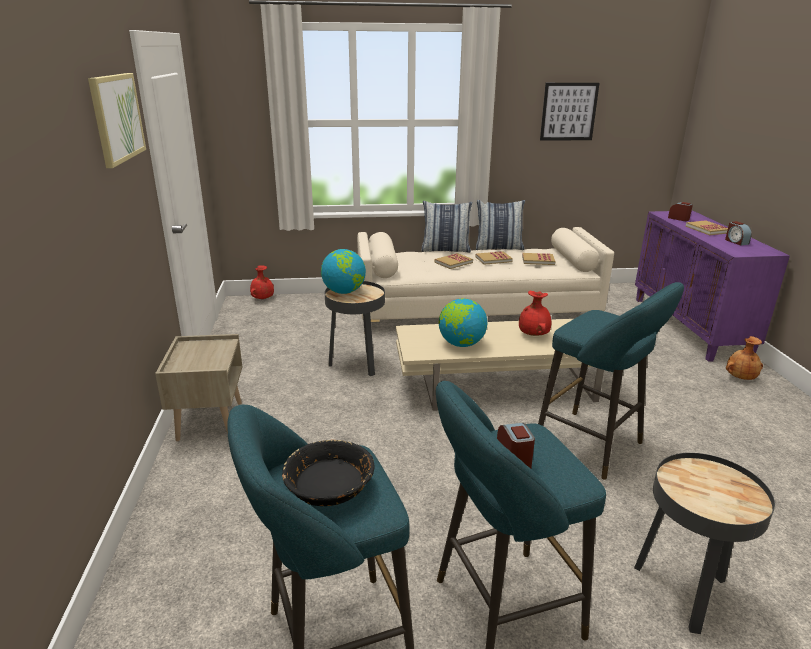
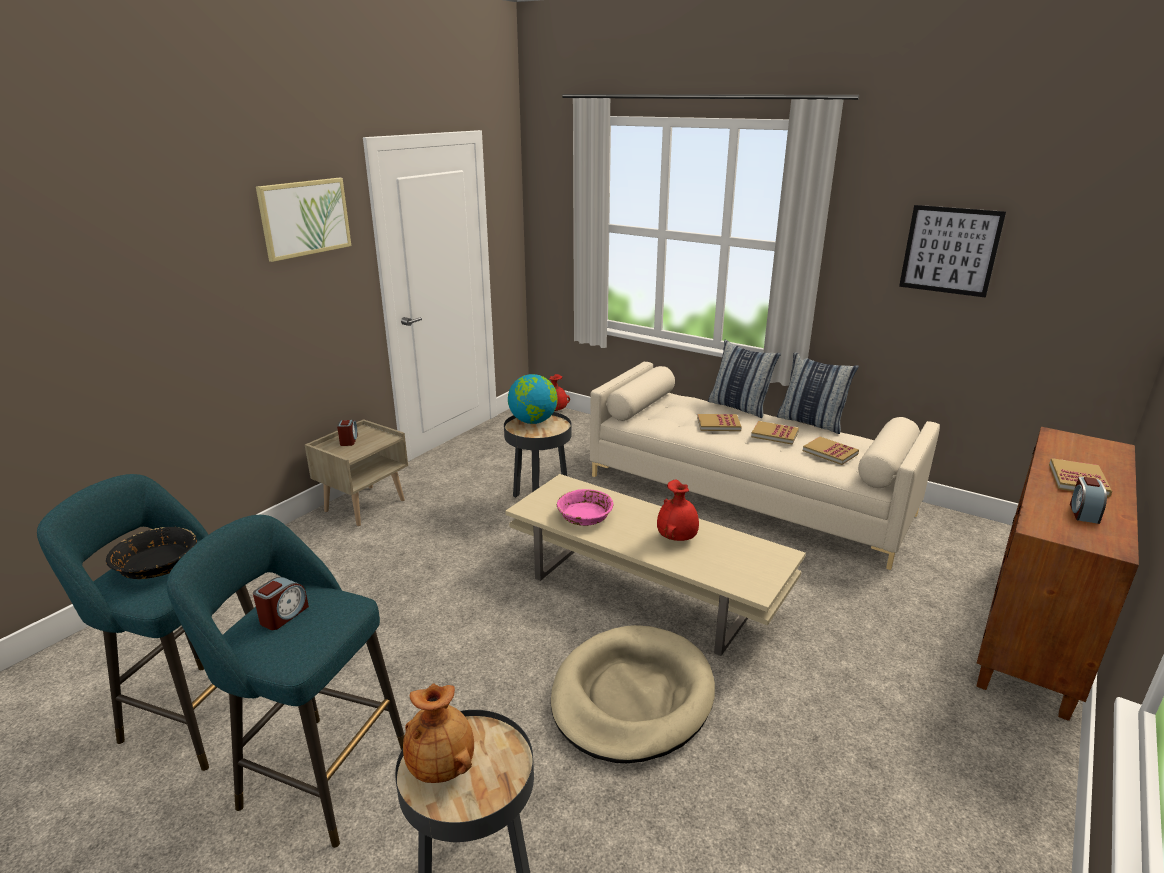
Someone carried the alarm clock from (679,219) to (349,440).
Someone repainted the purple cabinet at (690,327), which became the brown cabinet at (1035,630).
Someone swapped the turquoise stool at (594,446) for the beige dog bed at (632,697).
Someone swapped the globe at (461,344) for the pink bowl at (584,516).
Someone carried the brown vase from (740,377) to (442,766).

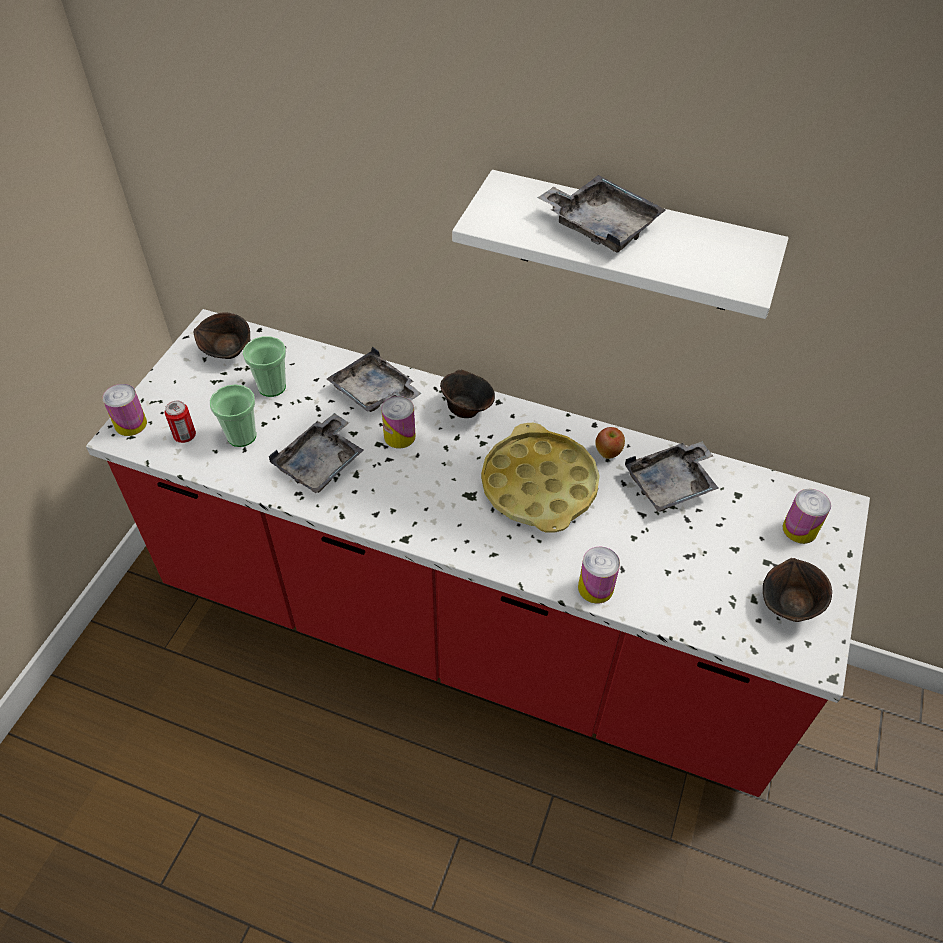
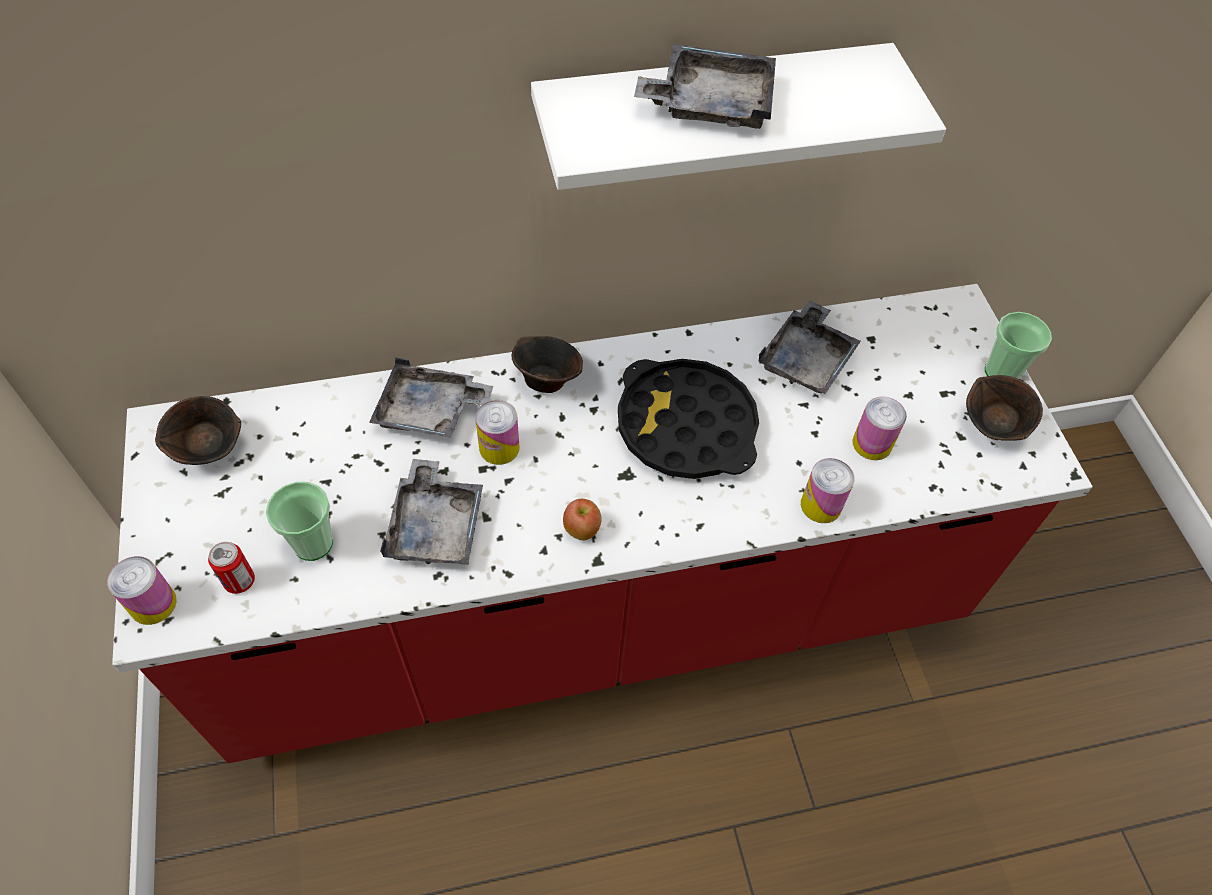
Someone carried the cup from (272,387) to (1001,372).
Someone repainted the yellow tray at (539,485), which became the black tray at (686,427).
Someone carried the apple from (608,452) to (582,529).
Someone carried the can from (799,529) to (872,443).

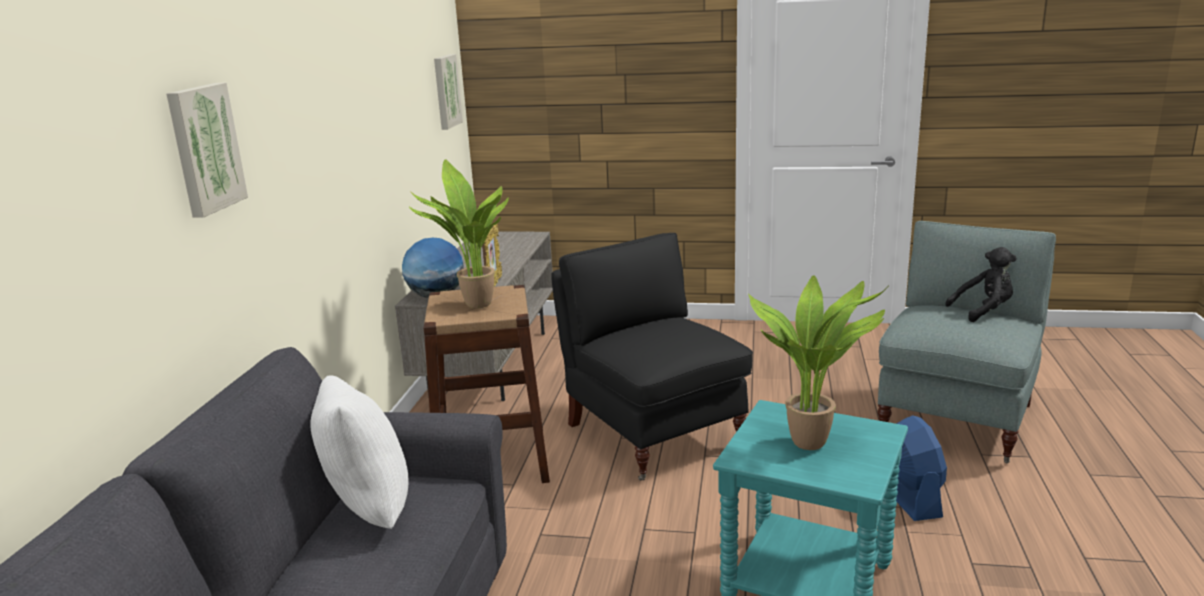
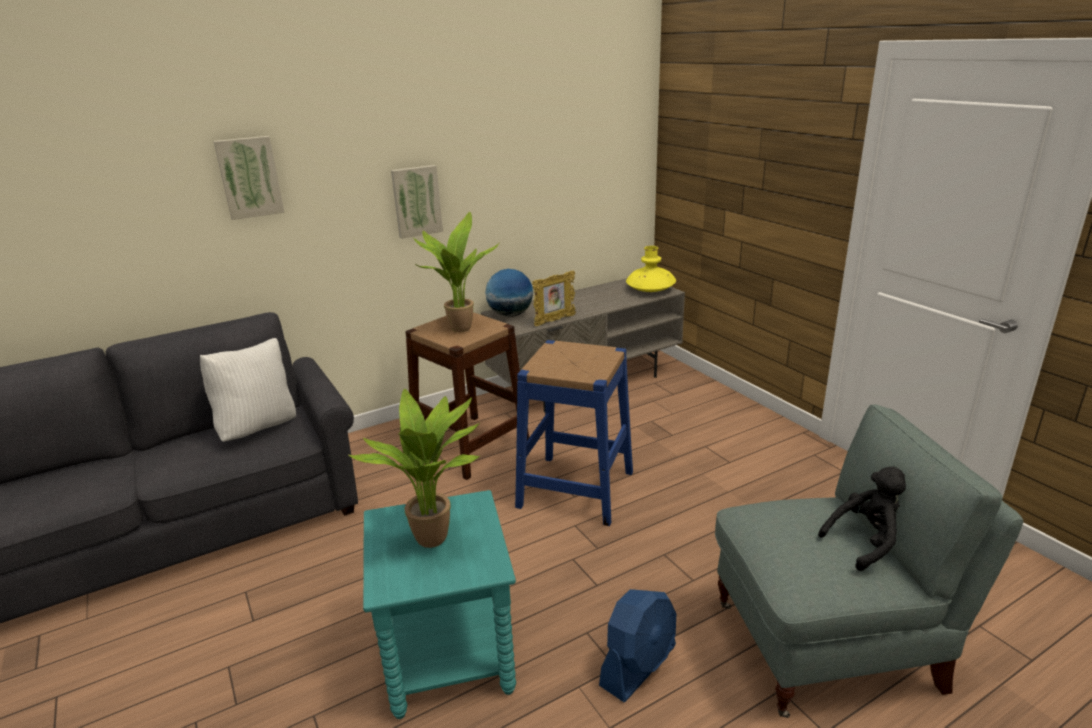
Someone carried the picture from (445,91) to (416,201).
Someone swapped the black armchair at (653,434) for the blue stool at (576,489).
Someone rotated the black plush toy at (983,311) by 60 degrees counterclockwise.
Someone put down the yellow vase at (650,289).

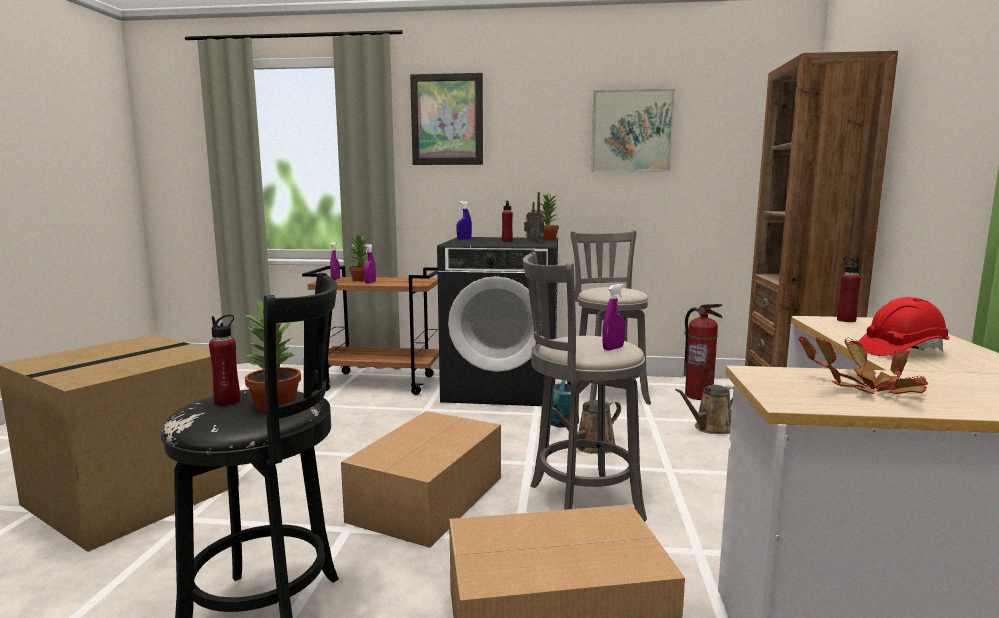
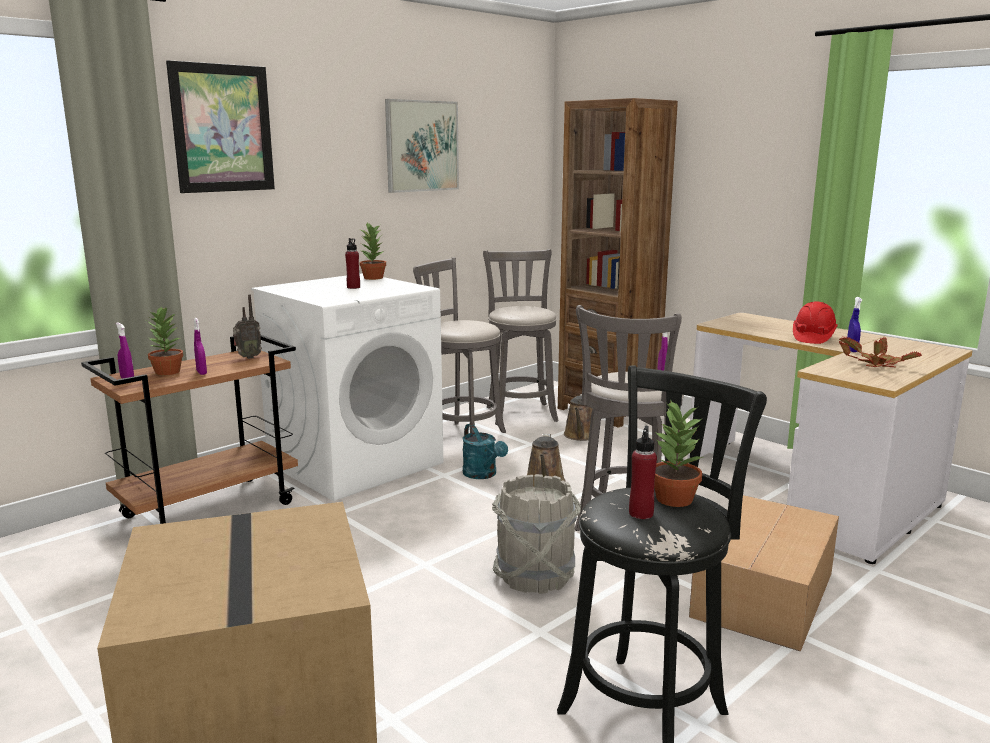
Someone carried the radio from (534,242) to (248,357).
Someone carried the blue spray bottle from (464,239) to (851,350).
Someone repainted the black washing machine at (503,387), which became the white washing machine at (356,463).
Someone took away the red bottle at (846,320).
Someone swapped the fire extinguisher at (698,396) for the grey stool at (520,412).
Someone swapped the cardboard box at (430,497) for the grey bucket at (535,576).

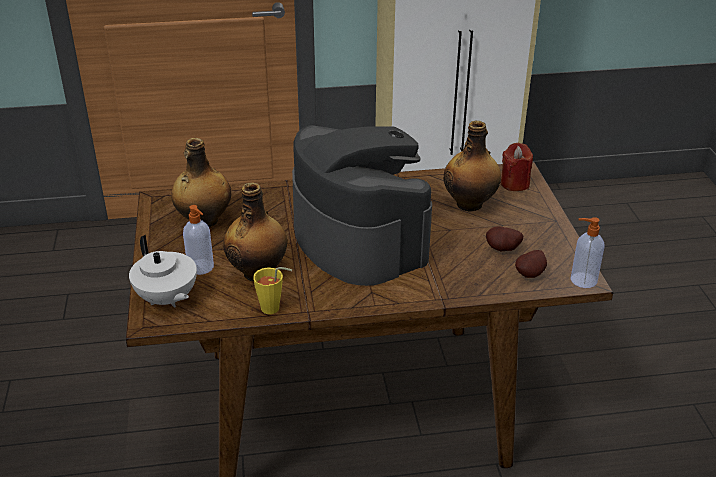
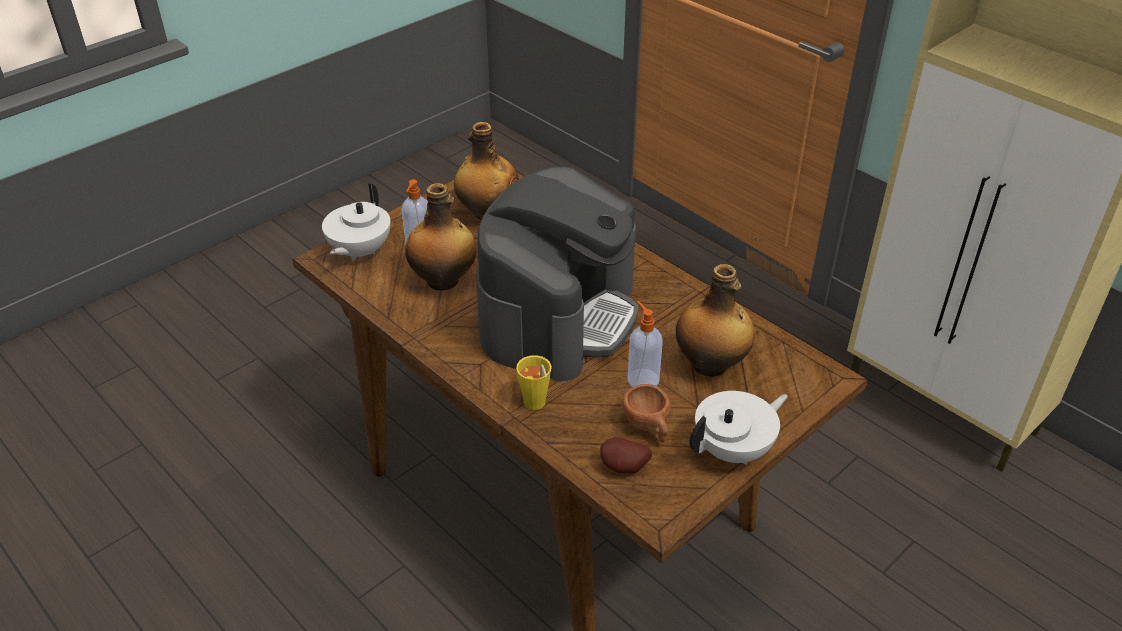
Someone took away the red candle at (514,183).
Someone carried the soap dispenser from (582,280) to (642,379).
Someone swapped the potato at (503,250) for the brown cup at (648,427).
Someone carried the yellow cup from (274,309) to (535,406).
Someone put down the white teapot at (734,450).

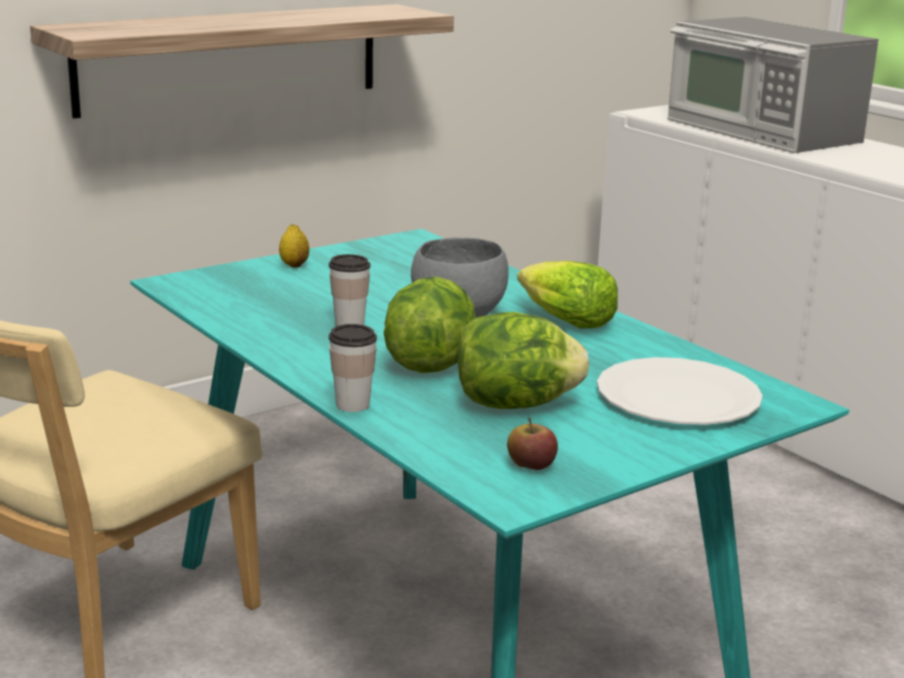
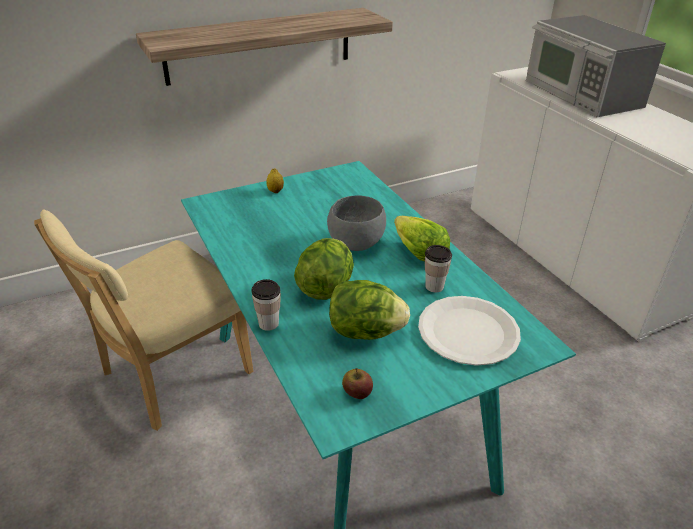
Someone carried the cup from (349,324) to (434,286).

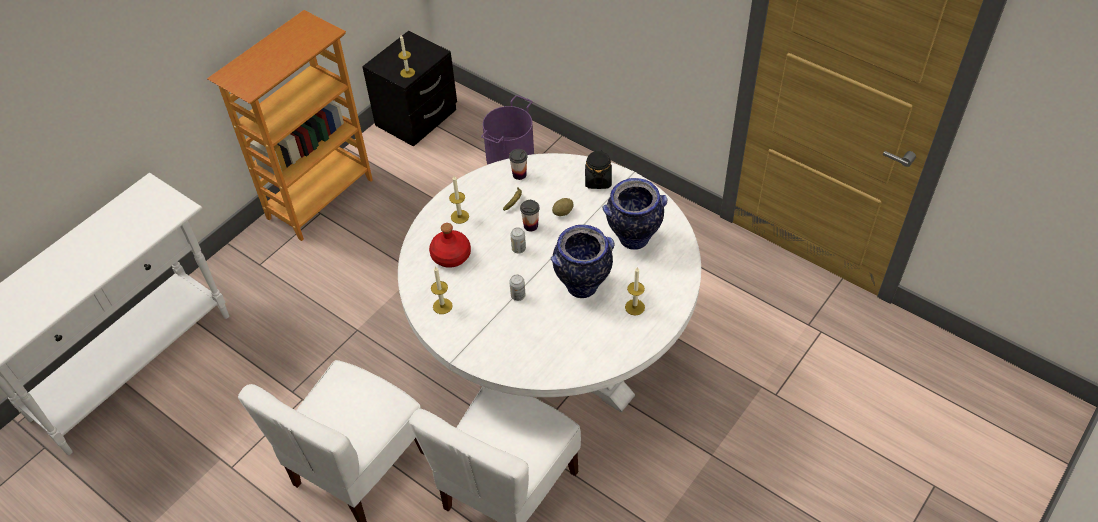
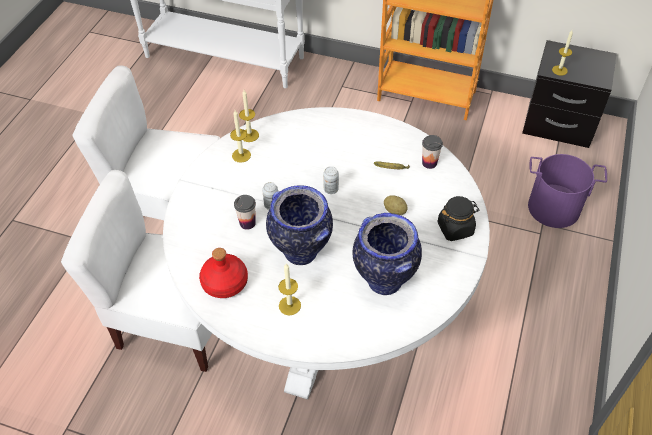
Someone carried the candle from (459,216) to (249,135).
Someone carried the cup from (530,226) to (247,223).
Someone carried the red bottle from (450,256) to (224,283).

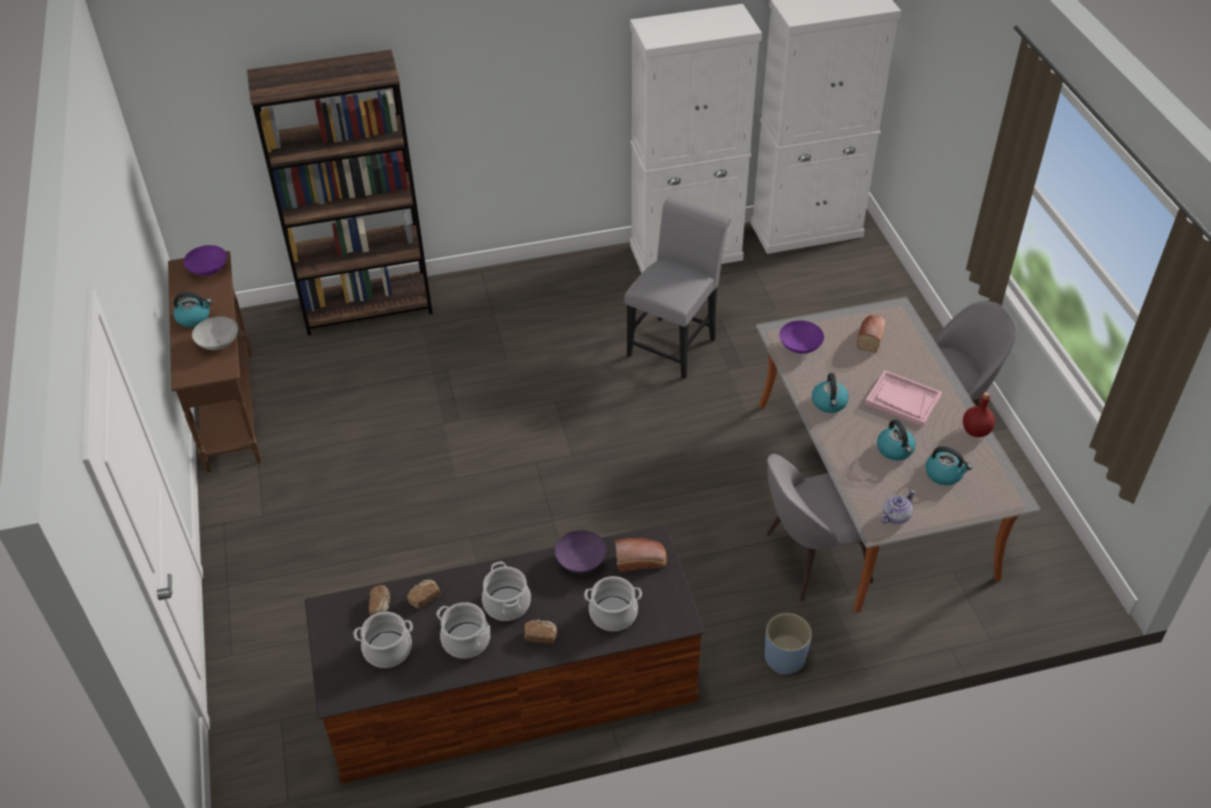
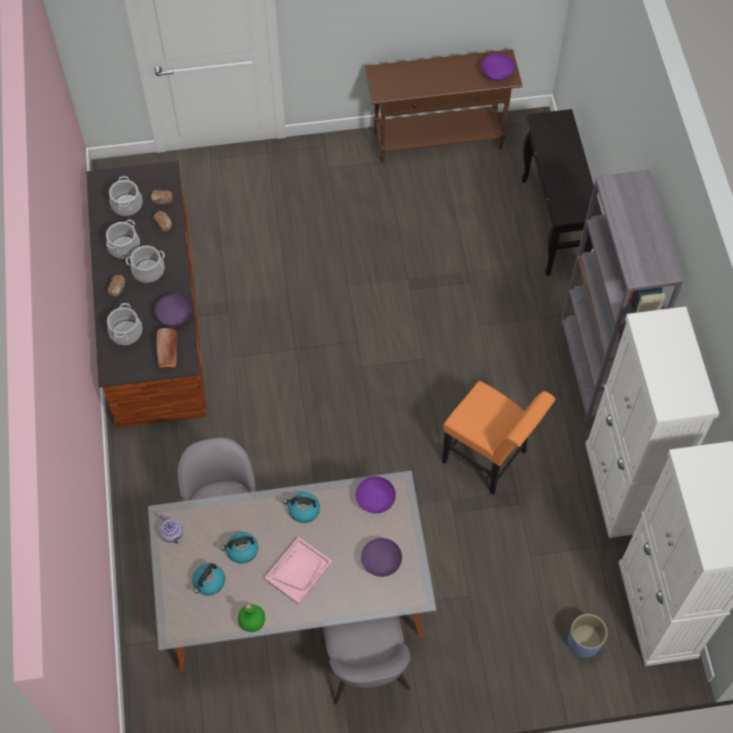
Someone swapped the brown bookcase at (368,308) for the black console table at (552,225).
Someone repainted the grey chair at (675,343), which became the orange chair at (489,460).
Someone took away the kettle at (194,318).
Someone swapped the bread at (871,337) for the purple bowl at (381,563).
Someone took away the grey bowl at (219,344).
Someone repainted the red bottle at (975,431), which became the green bottle at (252,622).
Someone carried the blue planter from (784,658) to (583,642).
Someone put down the grey bookcase at (595,369).

